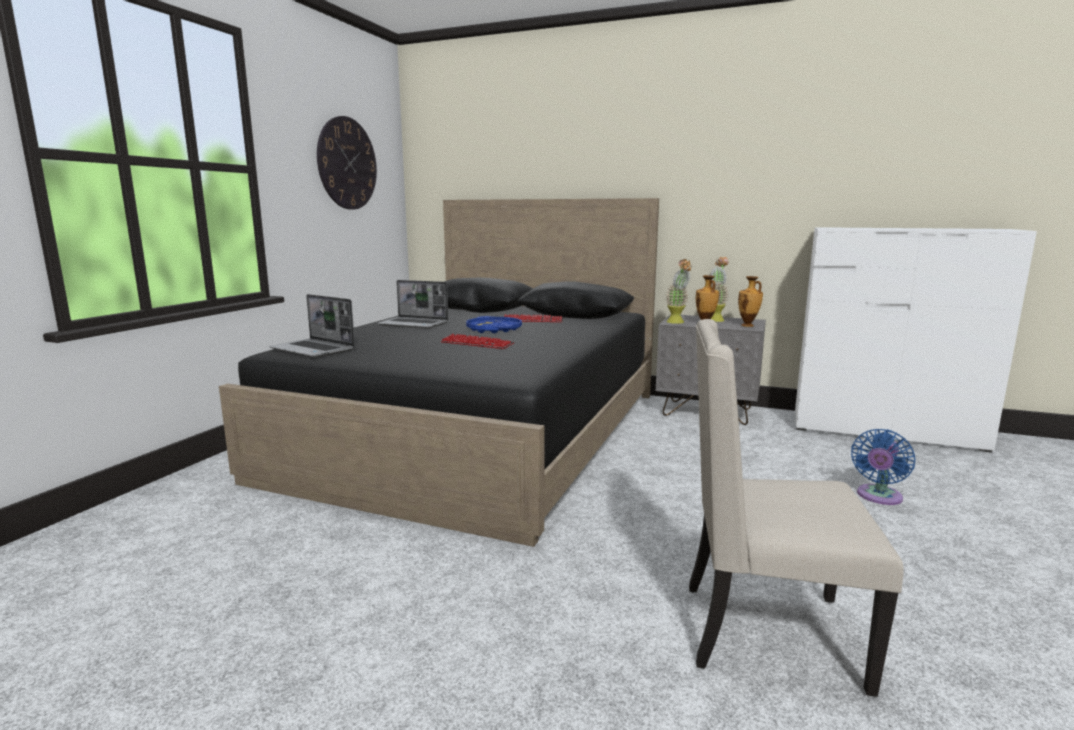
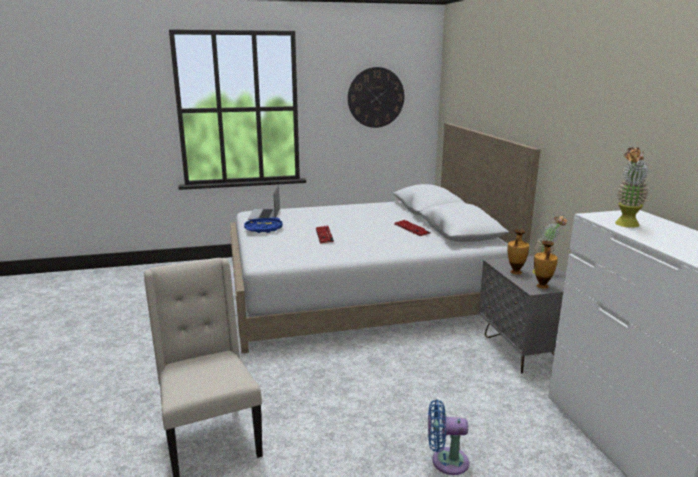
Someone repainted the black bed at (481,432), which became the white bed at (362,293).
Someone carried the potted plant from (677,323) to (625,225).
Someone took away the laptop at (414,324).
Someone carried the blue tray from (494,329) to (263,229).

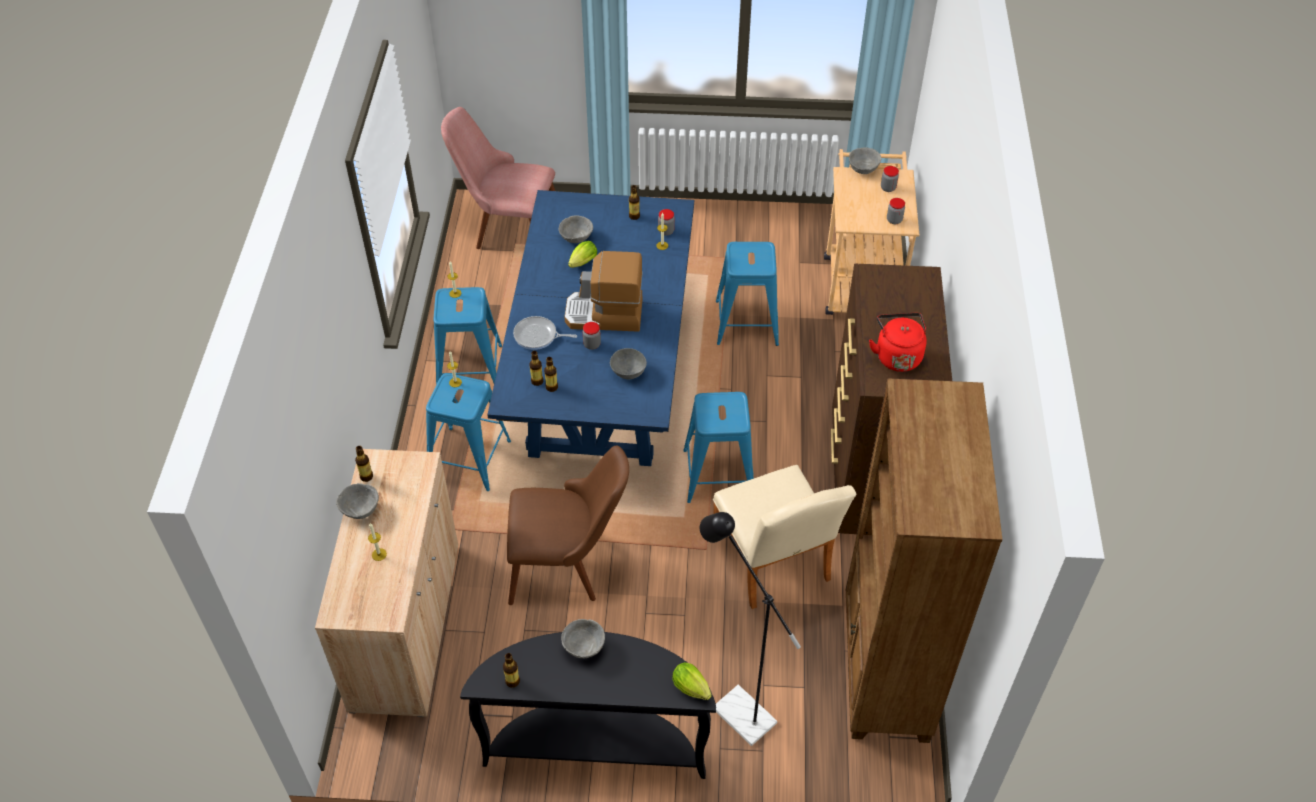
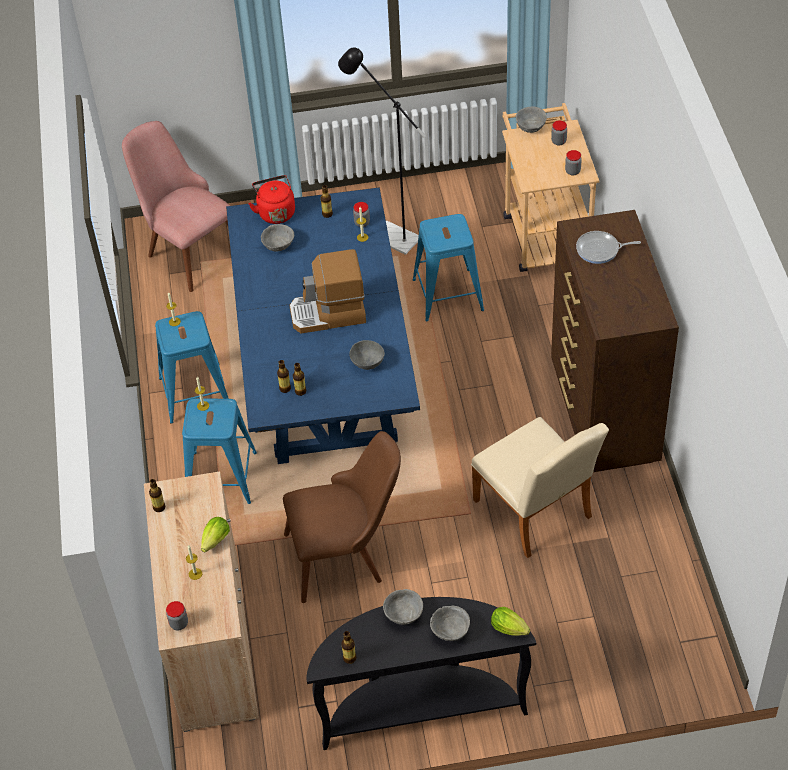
Someone rotated the pink chair at (507,229) by 45 degrees clockwise.
Someone carried the lettuce from (582,263) to (214,542).
Someone carried the red kettle from (897,355) to (275,212).
Someone carried the frying pan from (538,336) to (600,250).
Someone carried the jar from (592,344) to (179,623).
Someone took away the brown bookcase at (885,671).
Someone took away the blue stool at (718,475).
Someone carried the grey bowl from (360,510) to (450,631).
Someone carried the black floor lamp from (736,708) to (388,235).

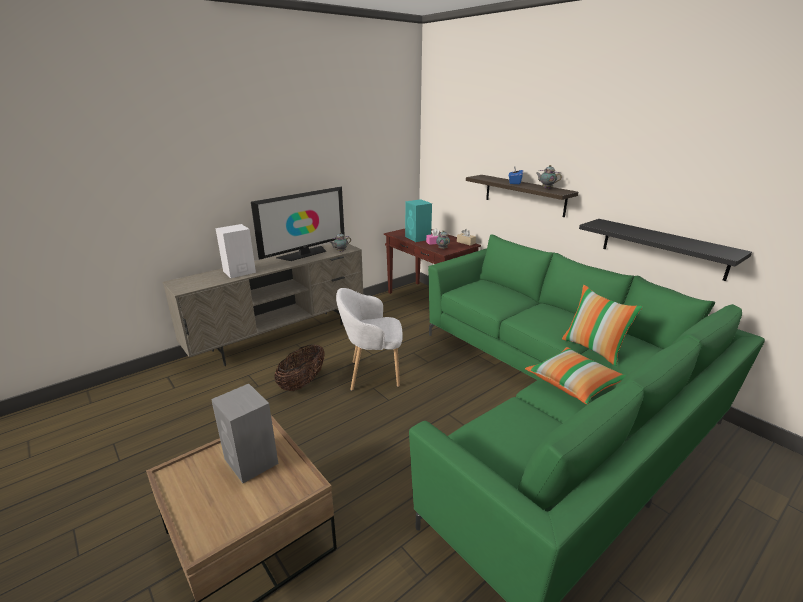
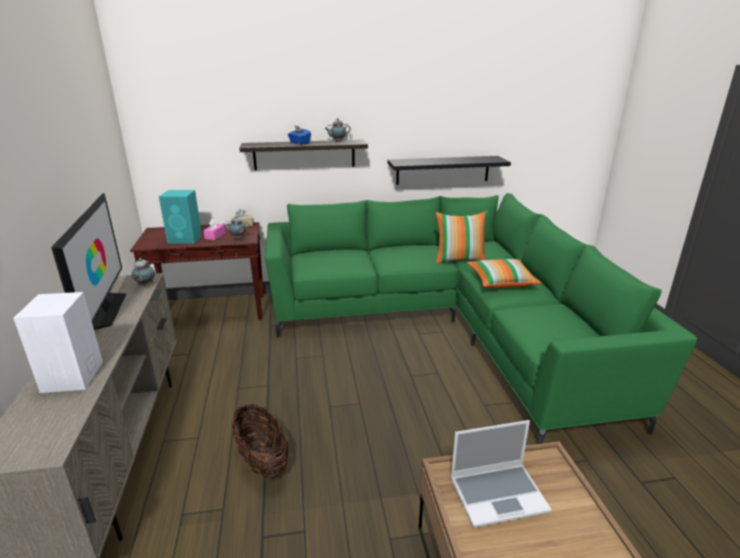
Someone took away the white armchair at (372,375).
Someone swapped the grey speaker at (251,462) for the laptop at (498,494).

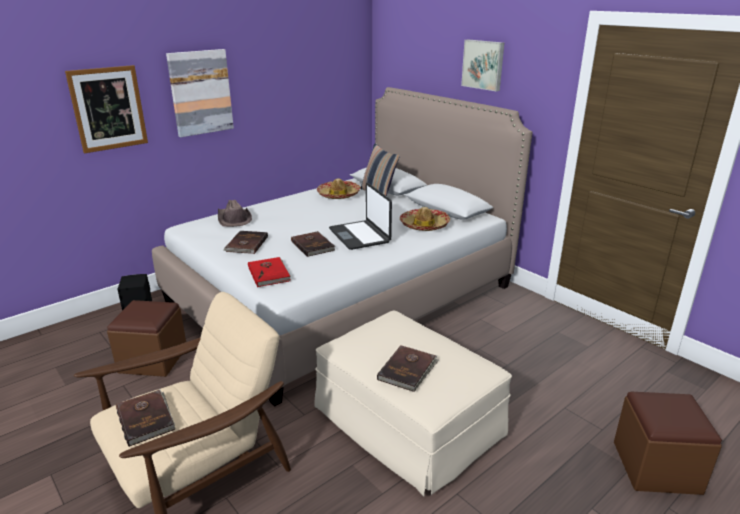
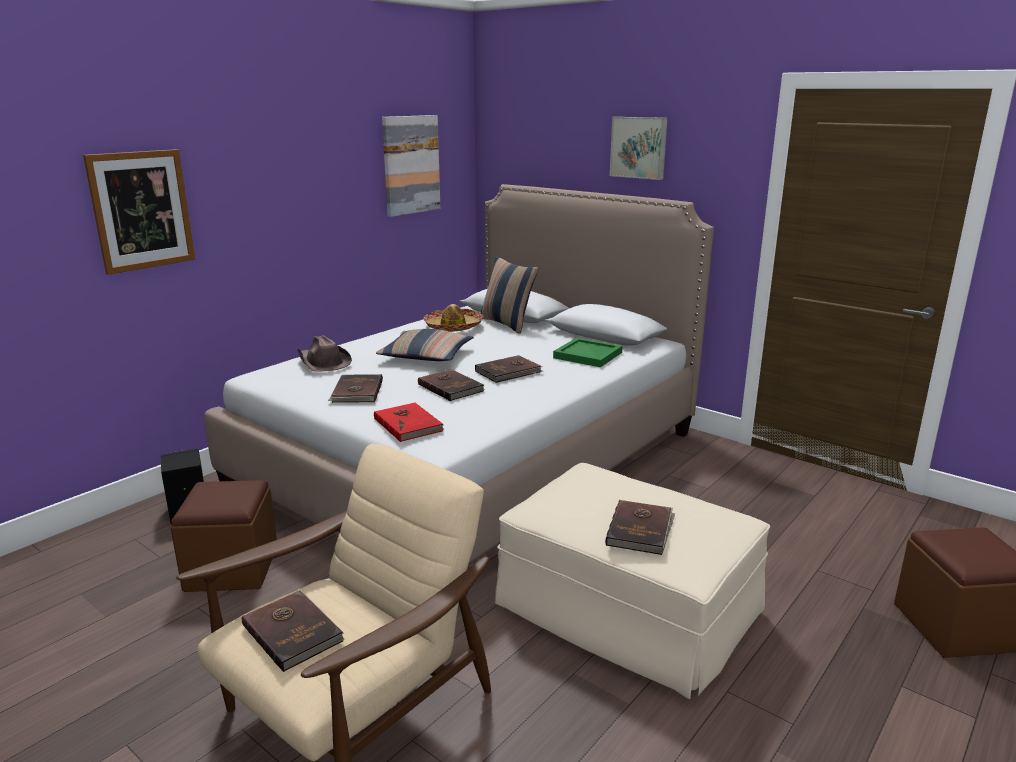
Someone carried the picture from (200,92) to (410,165).
Someone swapped the laptop at (360,236) for the brown book at (509,372).
Someone swapped the hat at (424,225) for the green tray at (586,355).
Someone put down the pillow at (426,356).

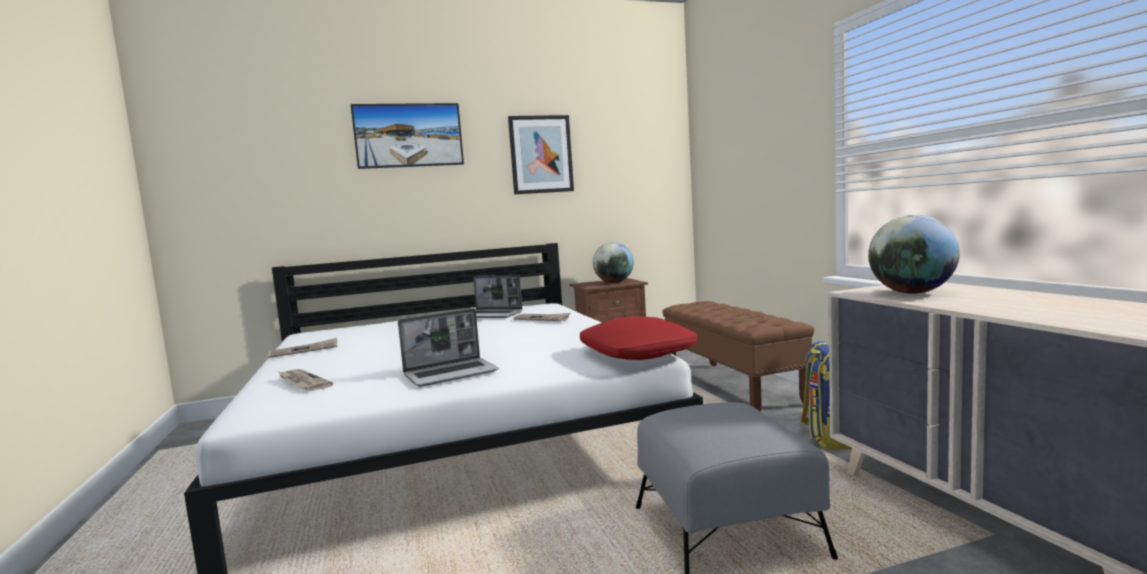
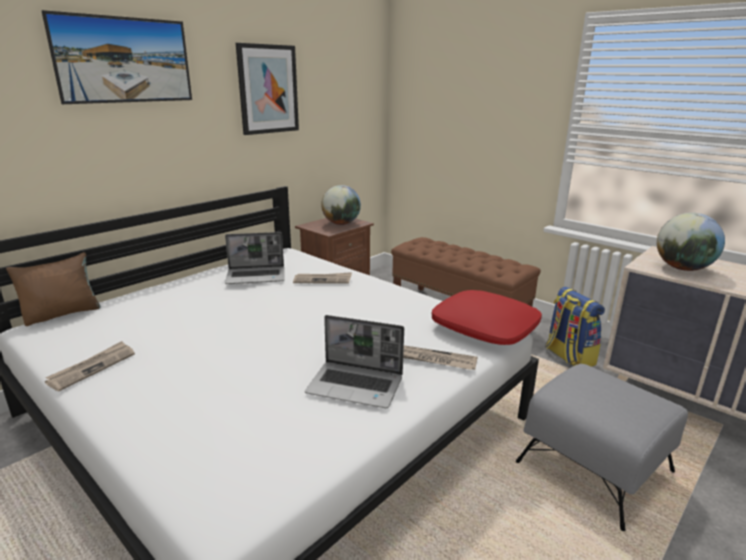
Someone rotated the laptop at (452,373) by 75 degrees clockwise.
Someone carried the newspaper from (302,382) to (436,360).
Someone put down the brown pillow at (63,314).

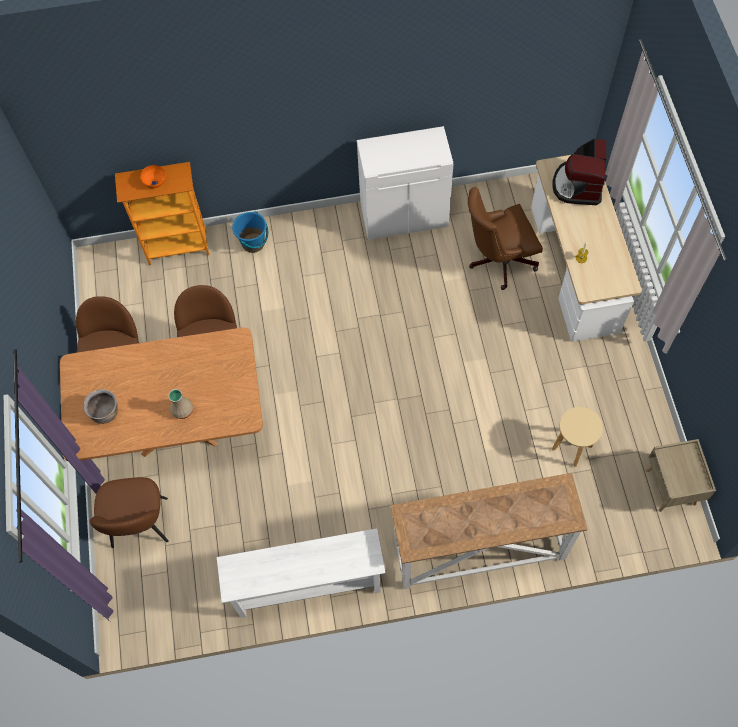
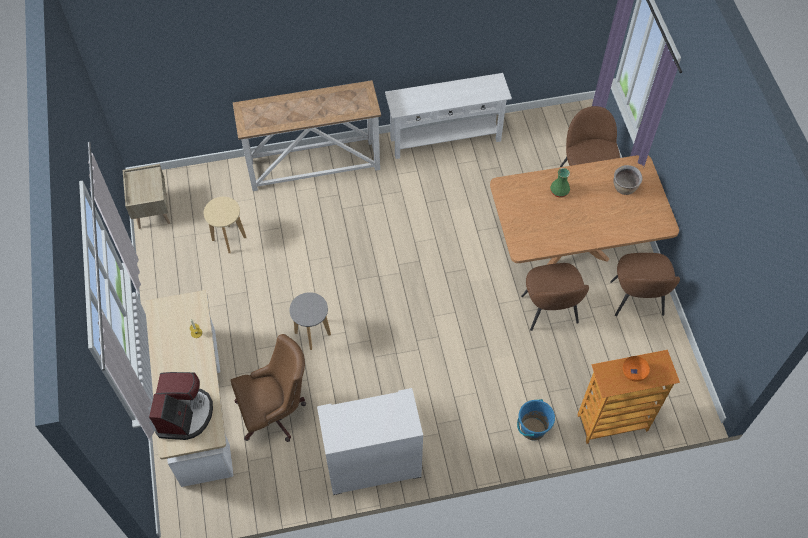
Someone repainted the beige vase at (182,410), which became the green vase at (559,191).
Someone put down the grey stool at (312,333).

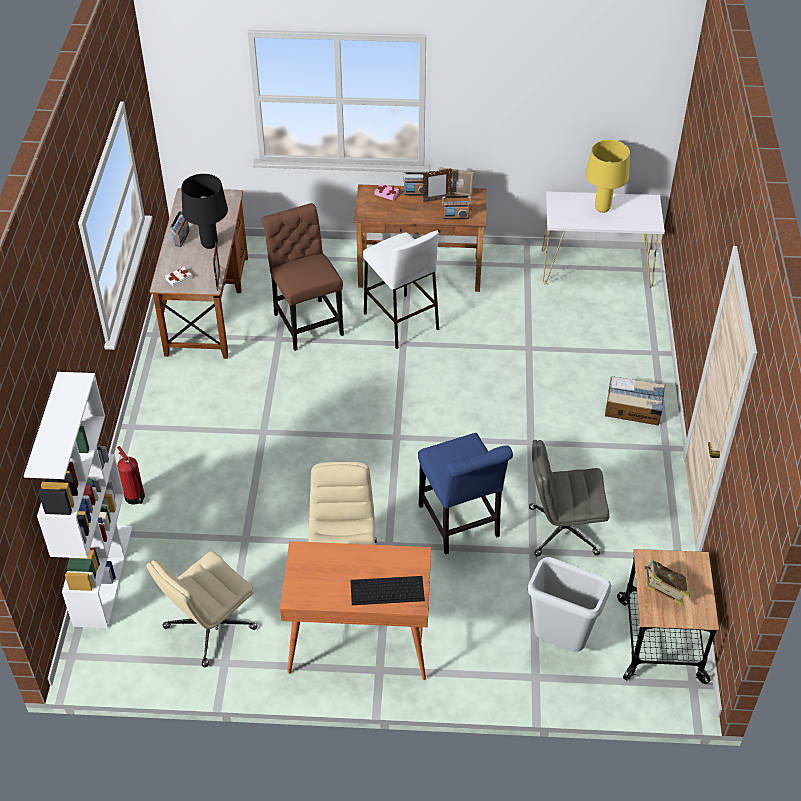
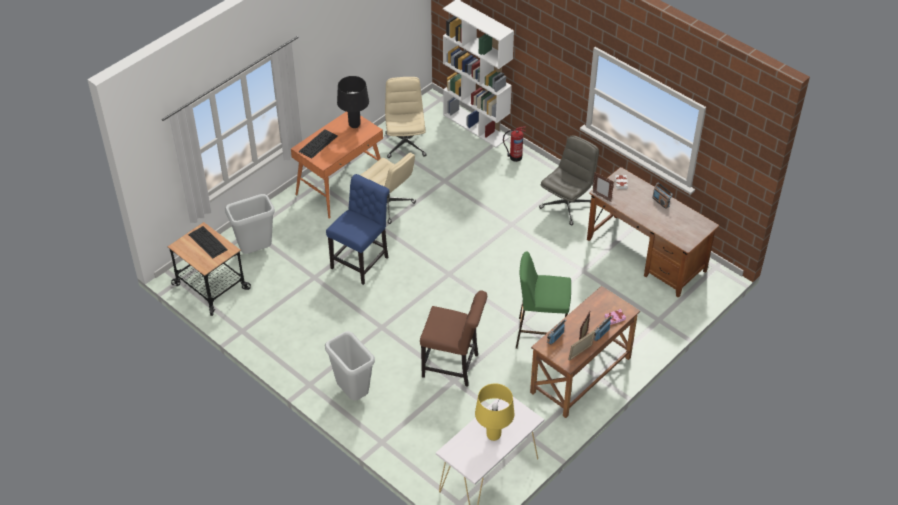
Someone carried the black table lamp from (209,245) to (354,125).
Someone carried the brown chair from (306,322) to (453,366).
Someone repainted the white stool at (401,321), which became the green stool at (541,335).
Someone swapped the cardboard box at (634,408) for the grey trash can at (352,393).
Someone rotated the blue chair at (460,524) by 105 degrees clockwise.
Someone carried the grey office chair from (562,531) to (567,205).
Someone swapped the book at (663,592) for the keyboard at (207,242).

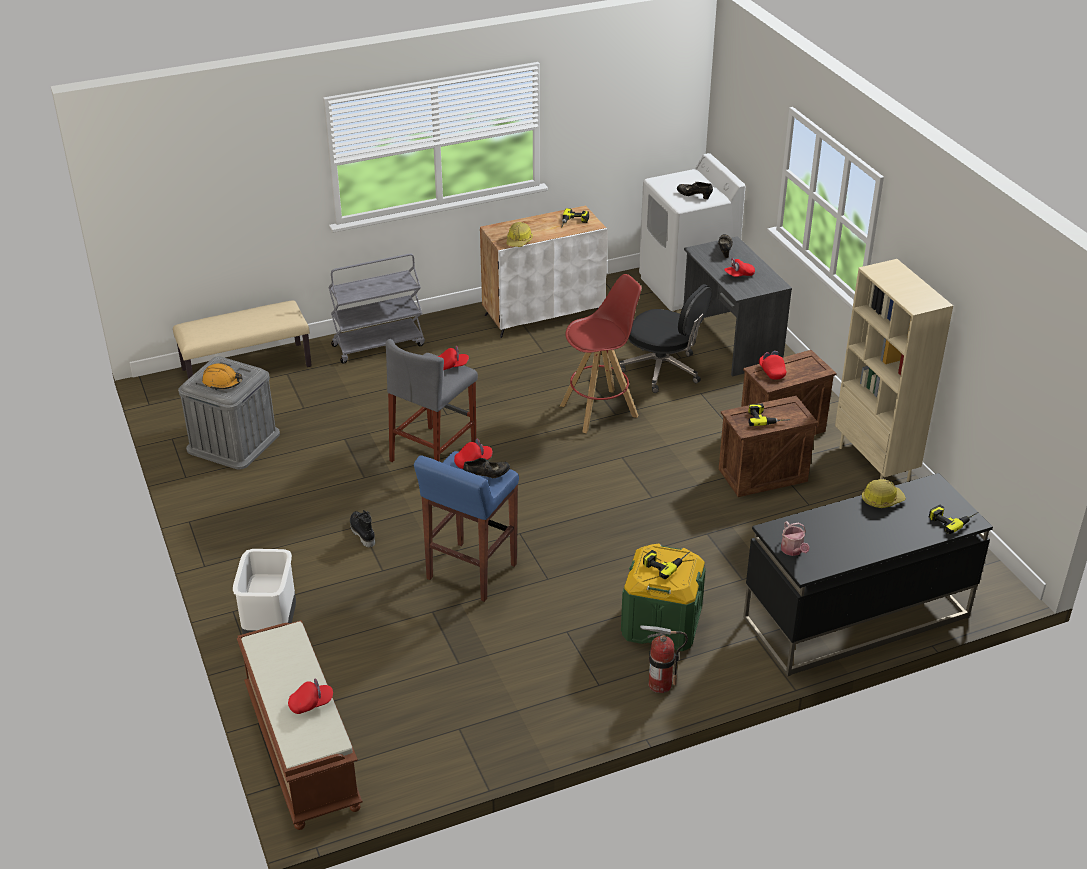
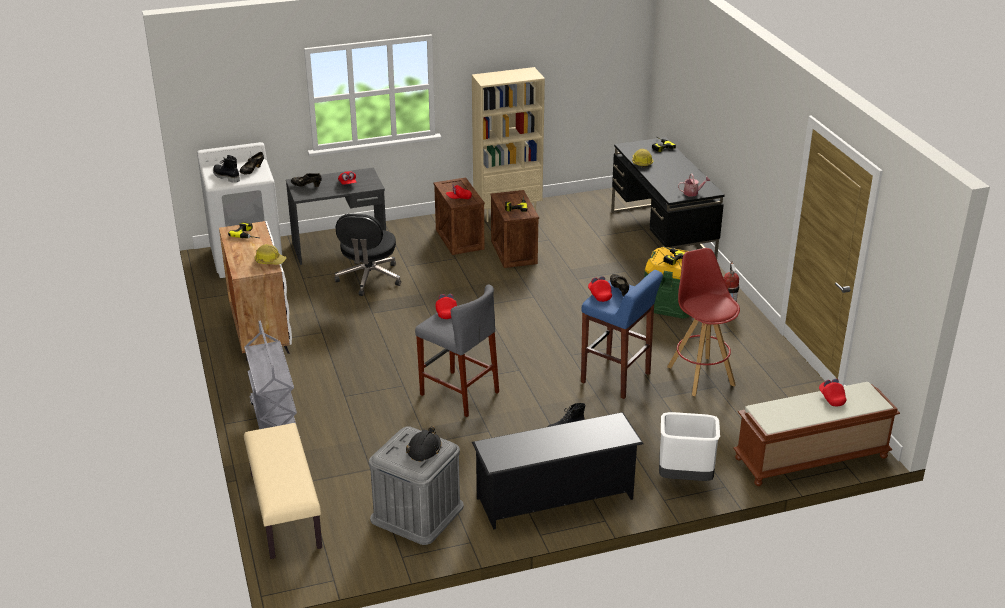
Someone carried the red stool from (600,410) to (700,375).
Someone rotated the black office chair at (663,370) by 150 degrees clockwise.
Someone repainted the orange hard hat at (222,382), which became the black hard hat at (424,449).
Someone put down the black boot at (226,177).
Someone put down the black shoe rack at (555,498).

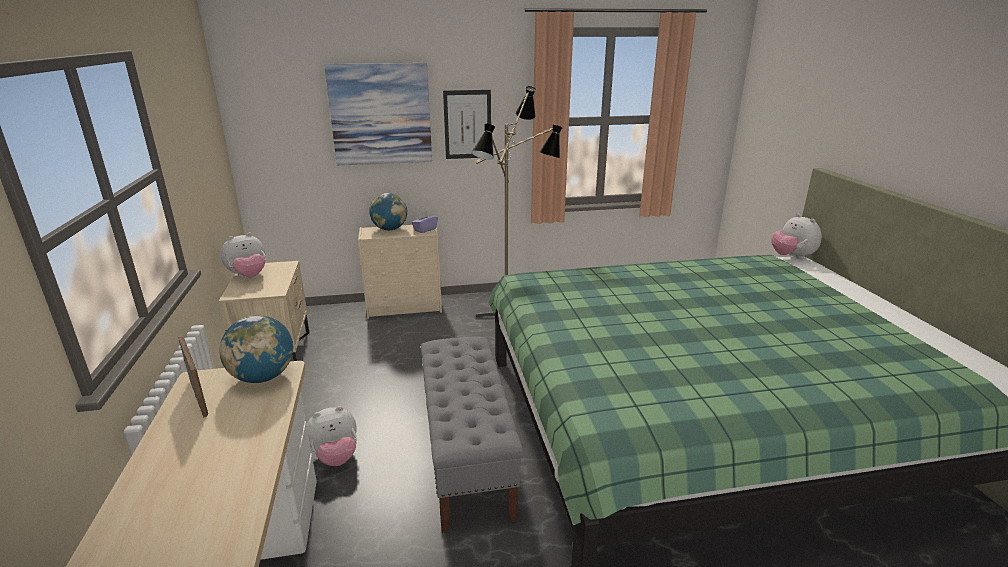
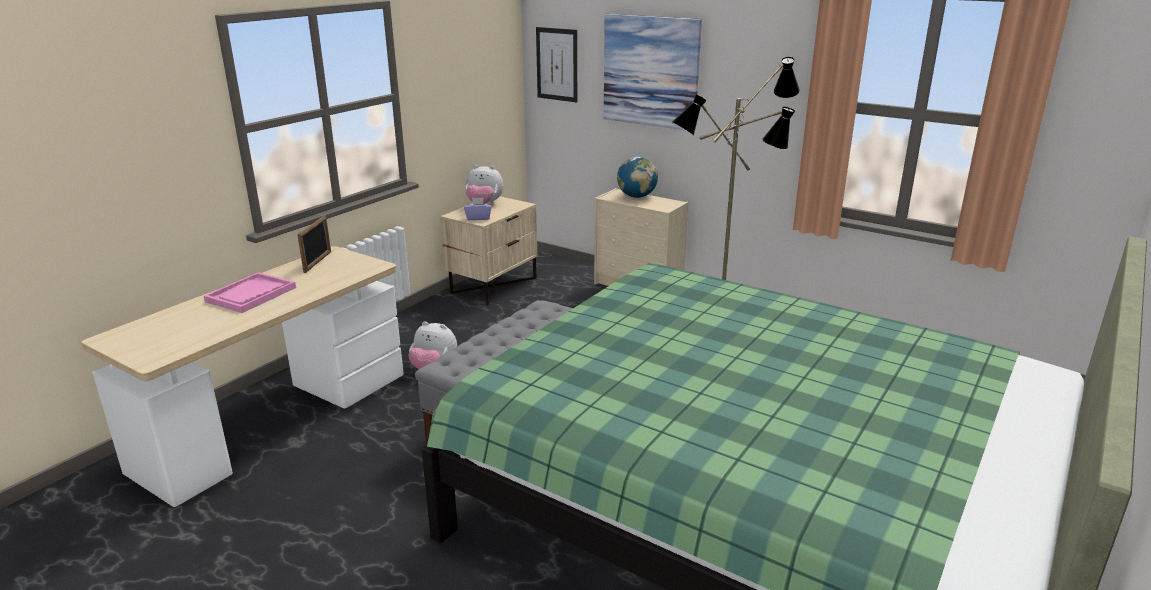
Someone carried the picture from (467,124) to (557,64).
Someone carried the purple tissue box from (425,230) to (478,218).
Someone took away the plush toy at (791,257).
Someone took away the globe at (263,377).
Someone put down the pink tray at (251,294).

